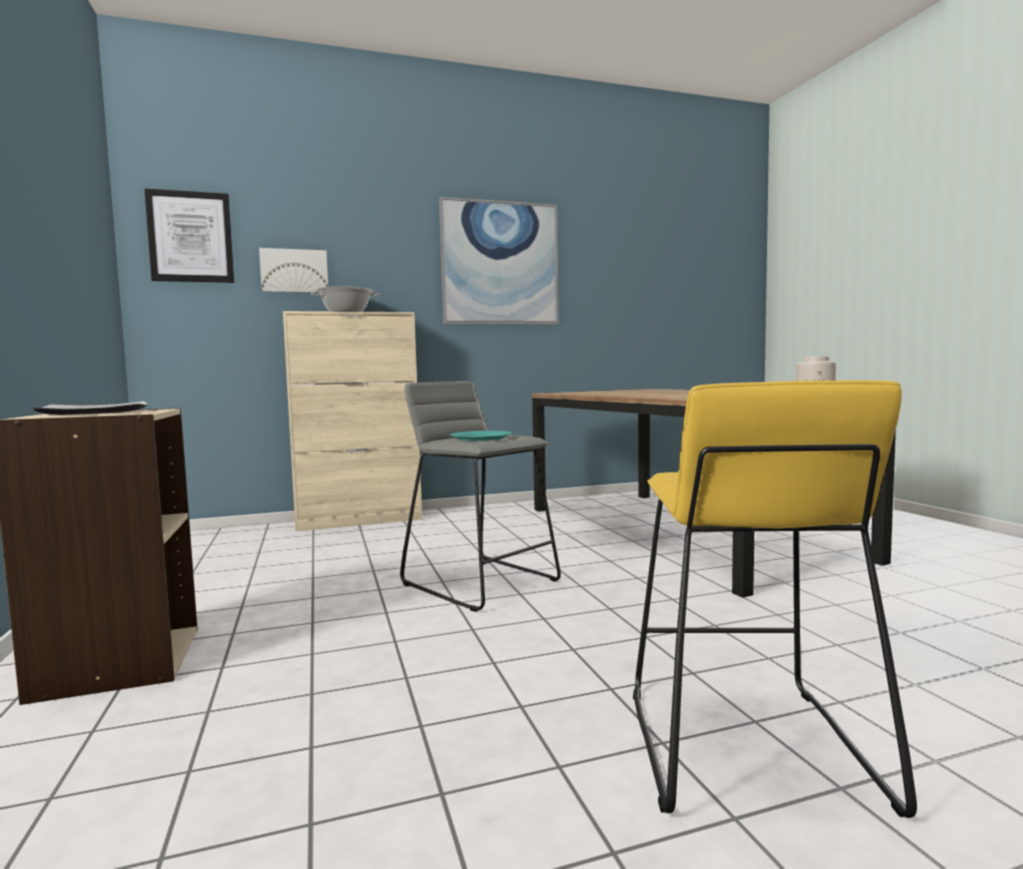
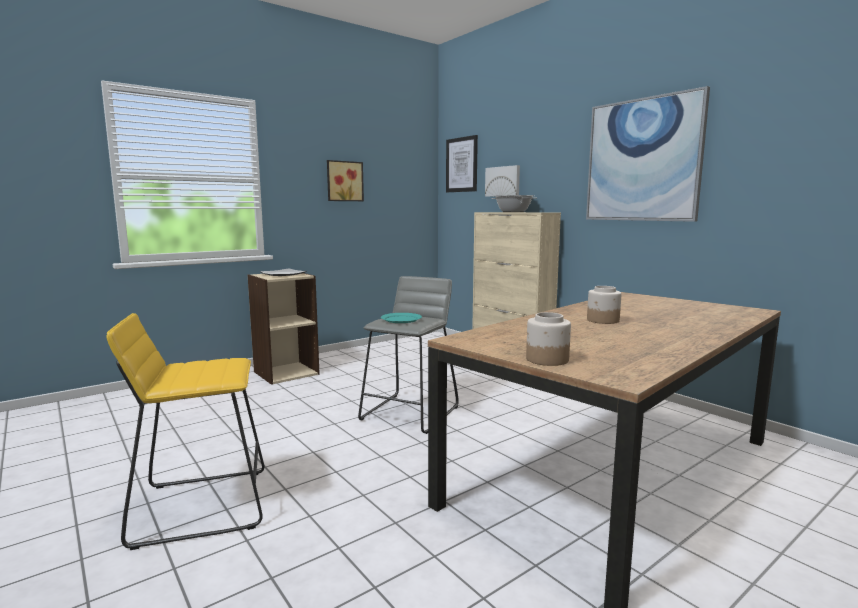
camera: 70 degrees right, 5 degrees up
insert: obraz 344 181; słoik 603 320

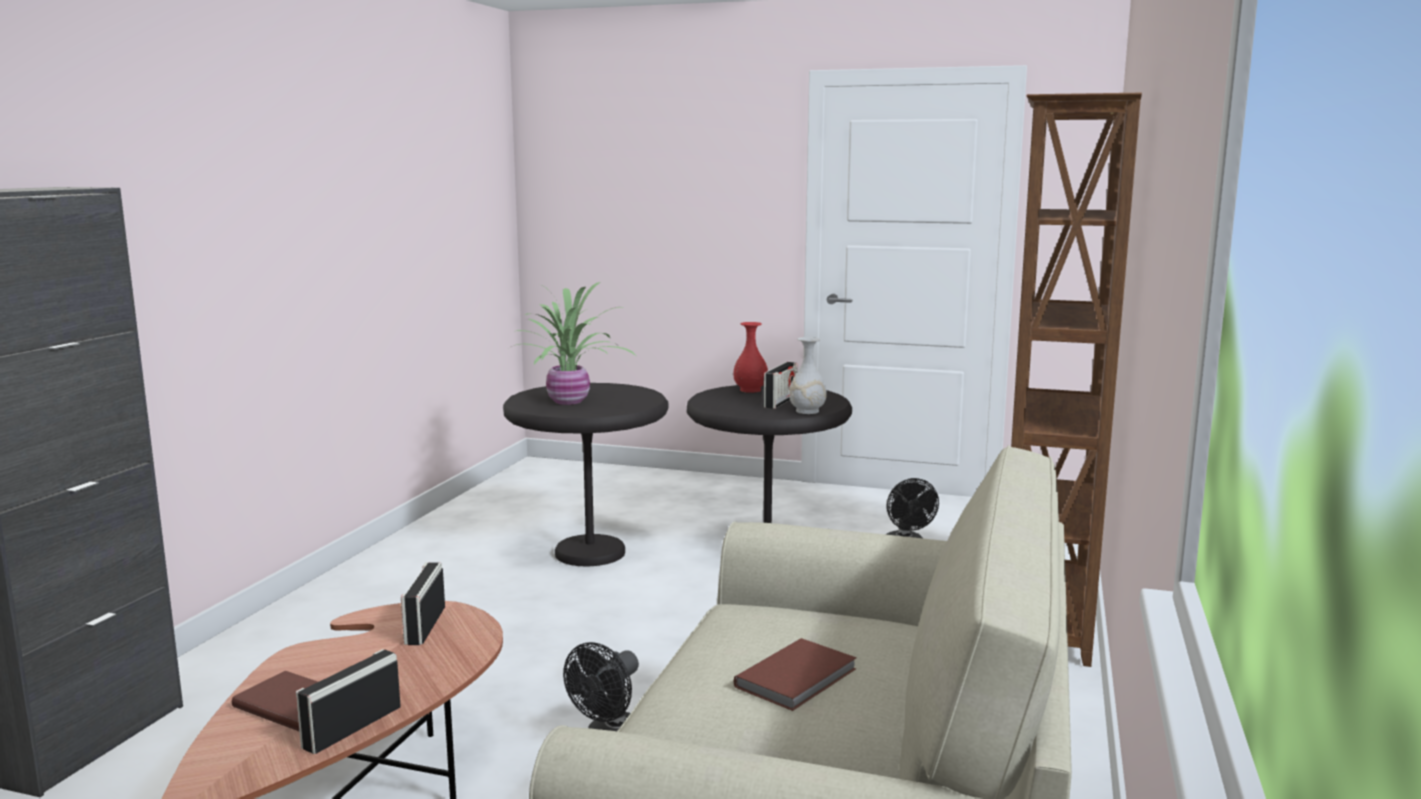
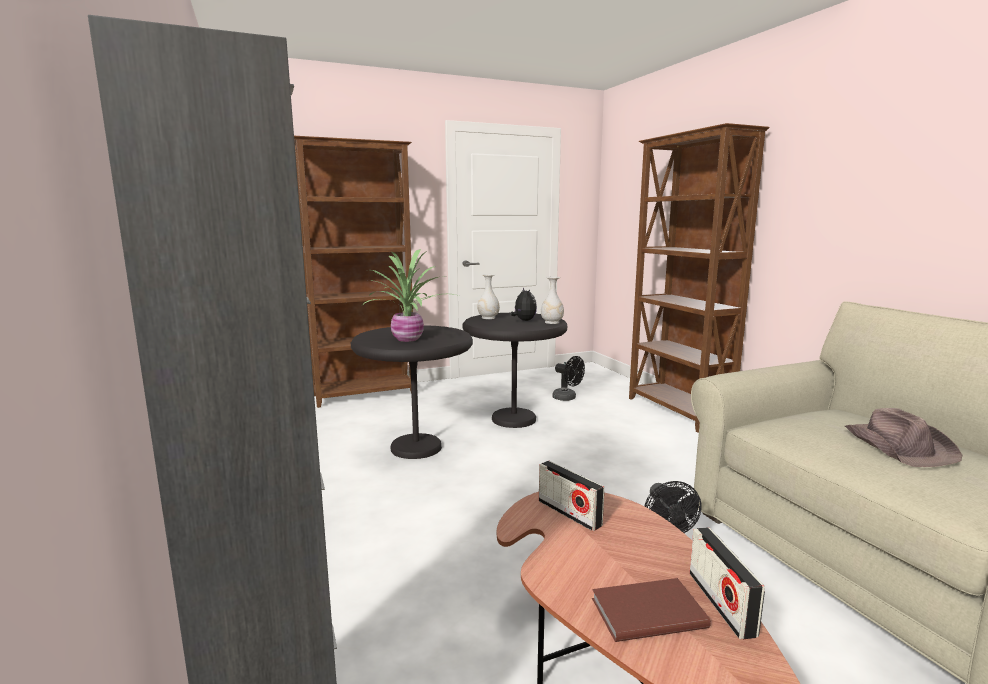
camera: 40 degrees left, 0 degrees up
insert: regał [brązowy] 365 395
replace: radio 780 402 to pluszak 523 320; książka [brązowy] 799 678 to kapelusz [brązowy] 898 446
recolor: wazon [czerwony] 750 390 to wazon [biały] 488 318

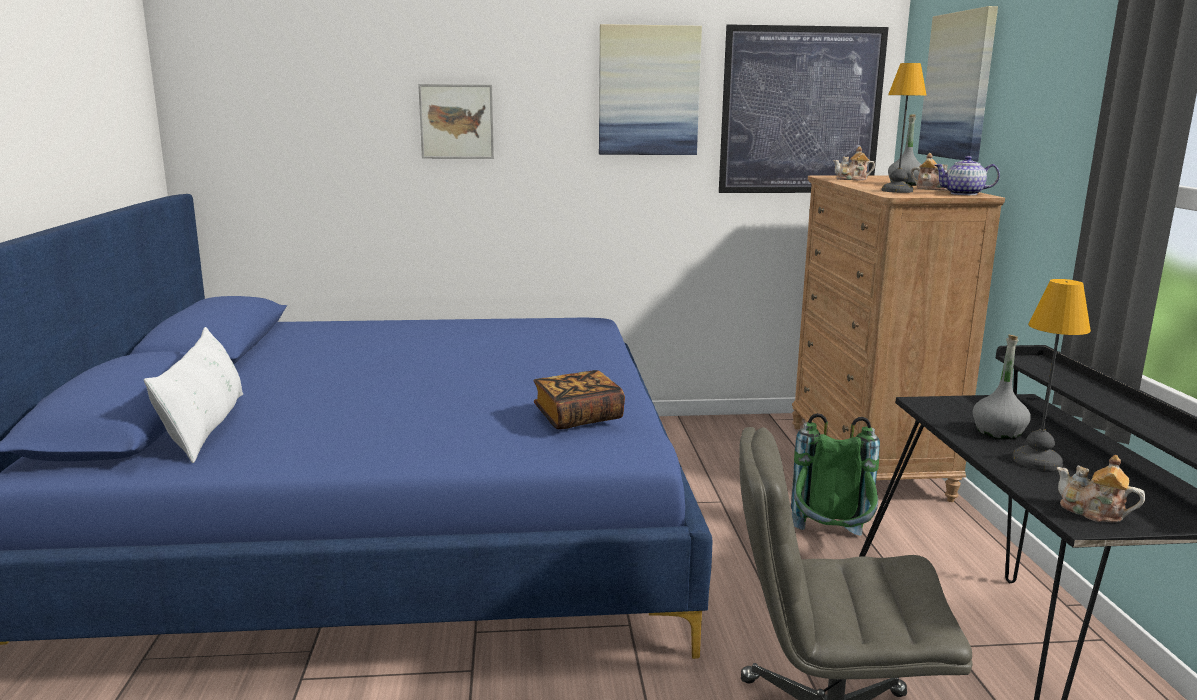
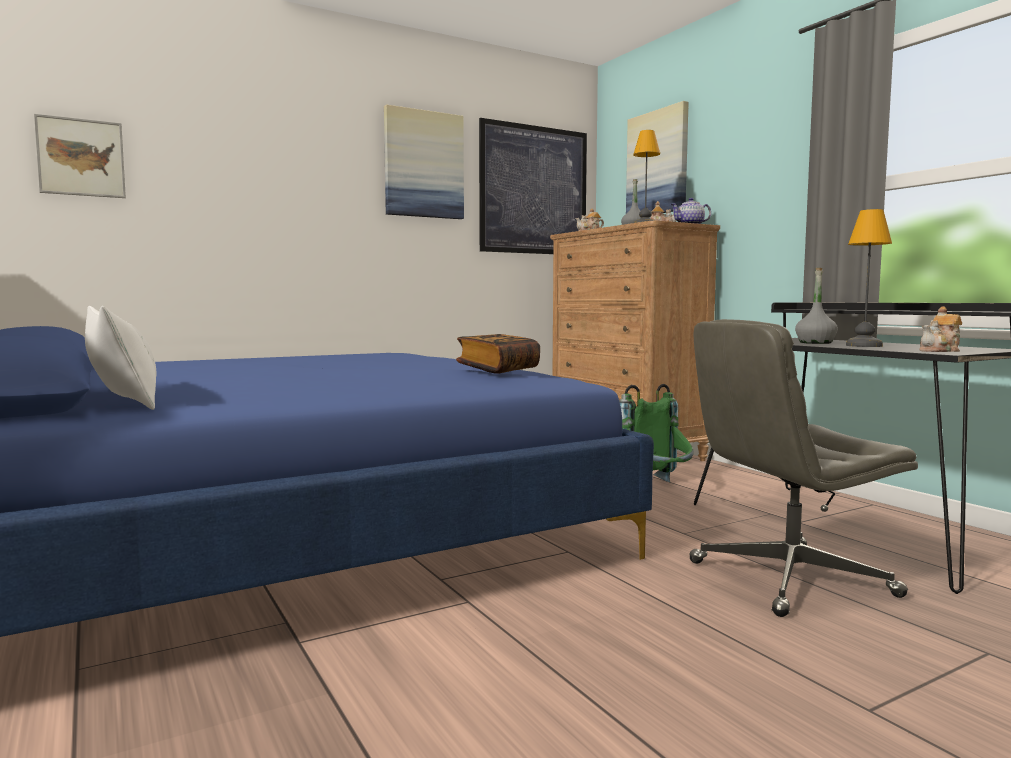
camera: 25 degrees left, 10 degrees down
move: obraz 456 121 to 81 157
rotate: imbryk 1093 512 = 940 351 45 degrees counterclockwise

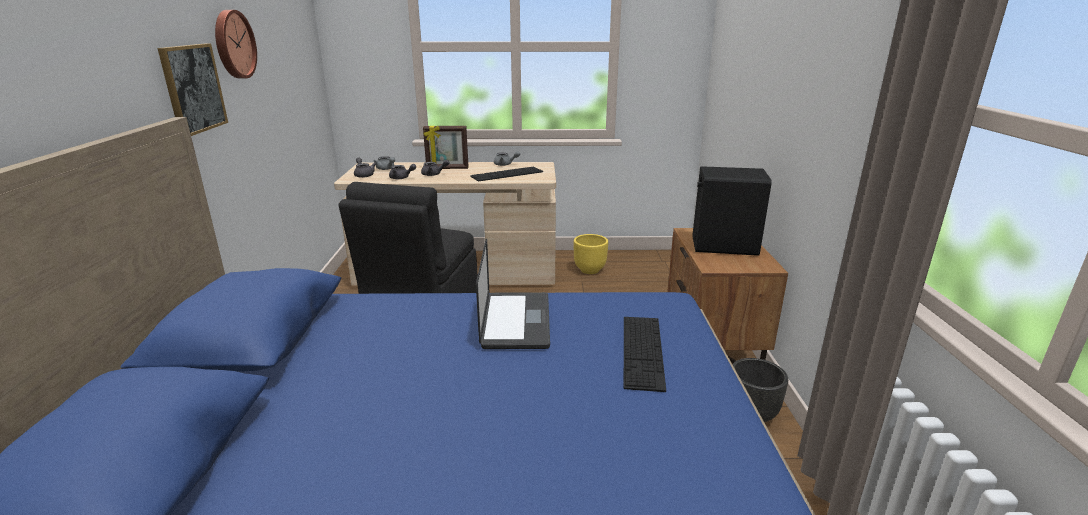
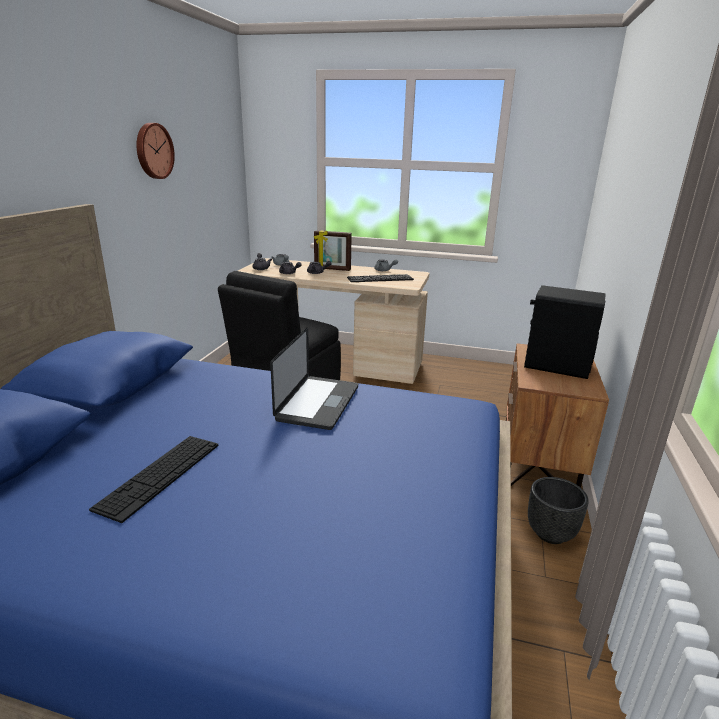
camera: 15 degrees right, 0 degrees up
delete: obraz 193 88; donica [żółty] 590 270
move: klawiatura 642 351 to 160 475

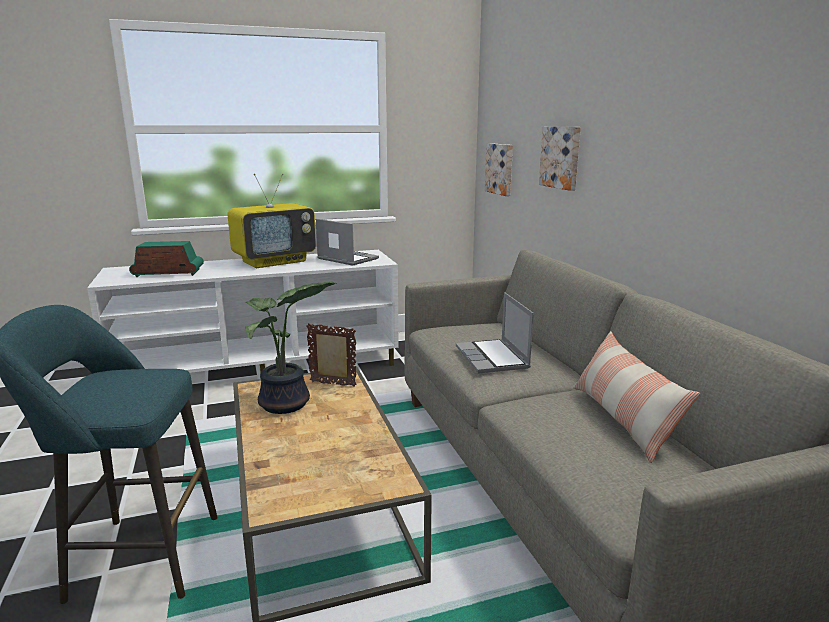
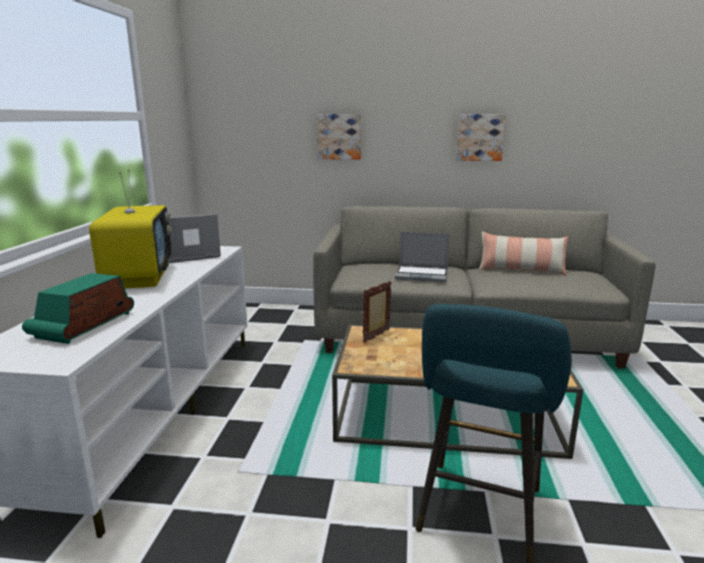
camera: 65 degrees left, 0 degrees up
delete: roślina doniczkowa 286 405
move: obraz 500 169 to 480 137

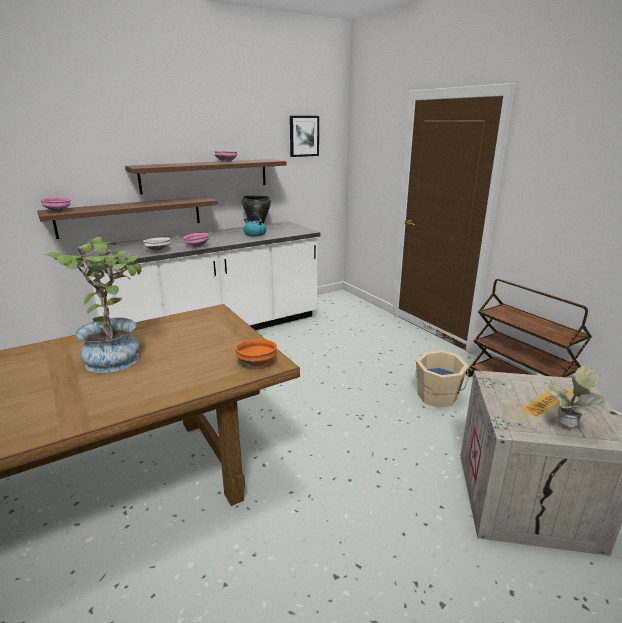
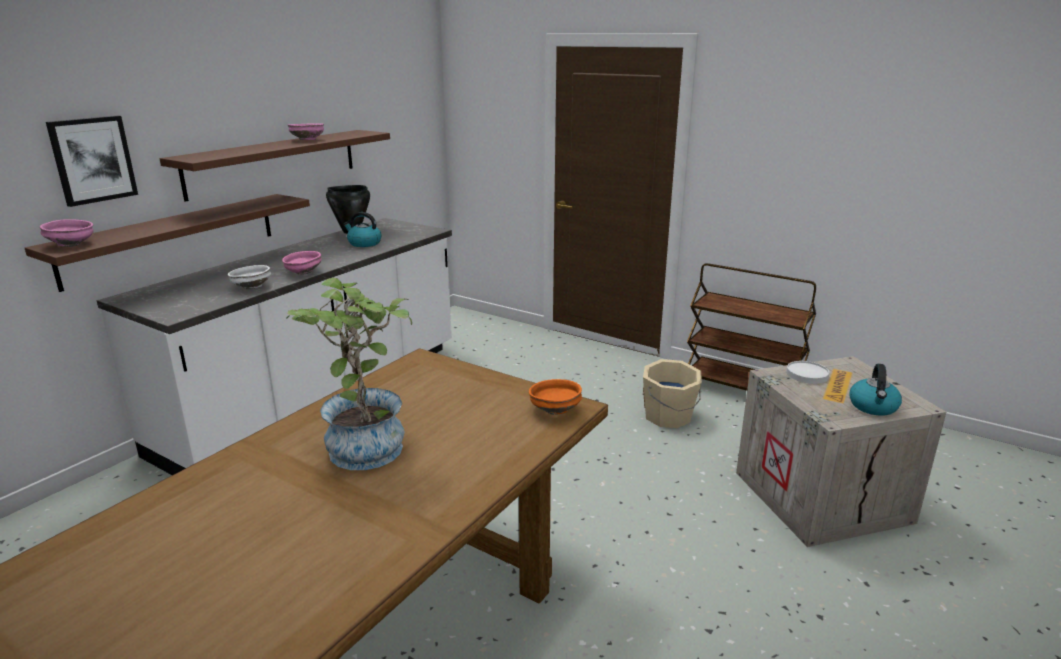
camera: 25 degrees left, 0 degrees up
insert: talerz [biały] 807 374
move: obraz 304 136 to 93 160
replace: roślina doniczkowa 565 428 to czajnik 873 407

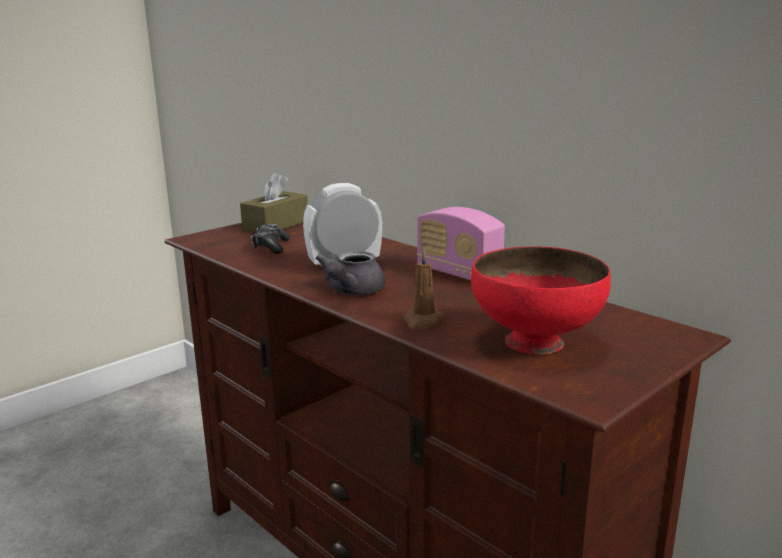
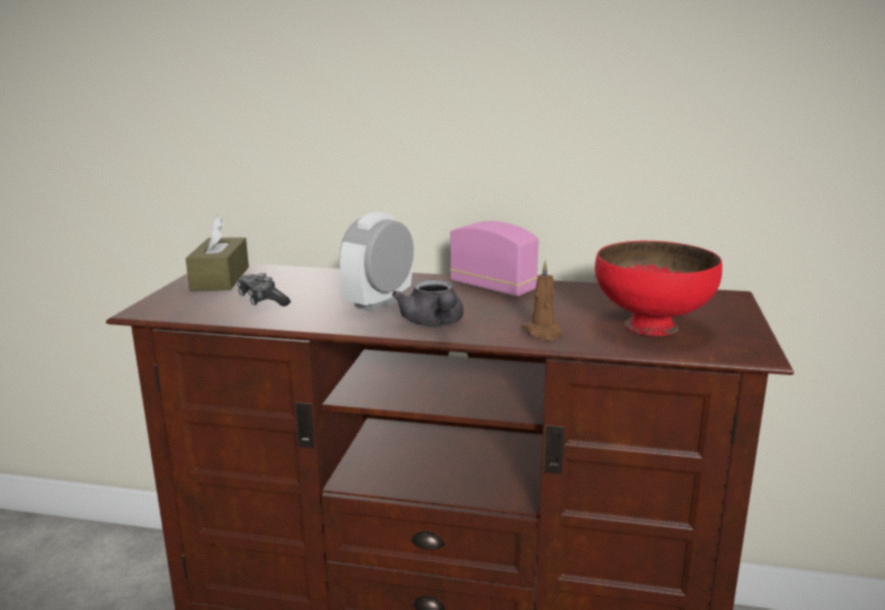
camera: 35 degrees left, 0 degrees up
rotate: radio 458 273 = 492 287 150 degrees counterclockwise

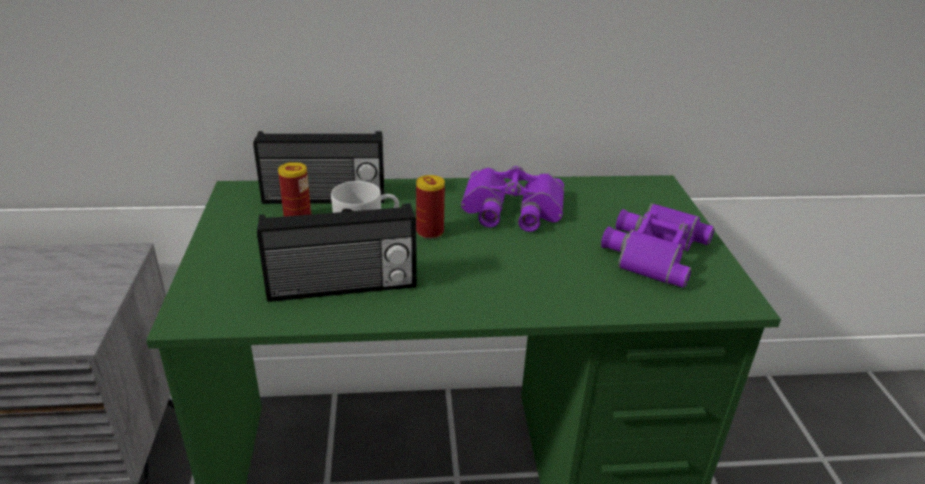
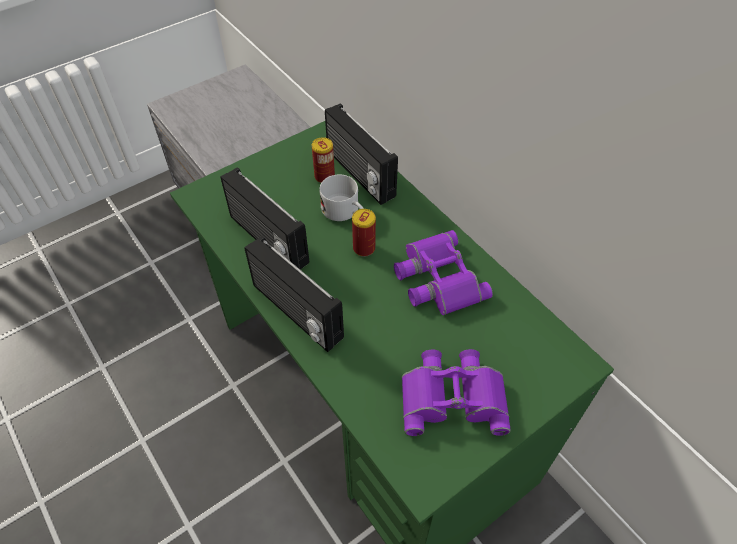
camera: 60 degrees right, 20 degrees up
insert: radio 295 312

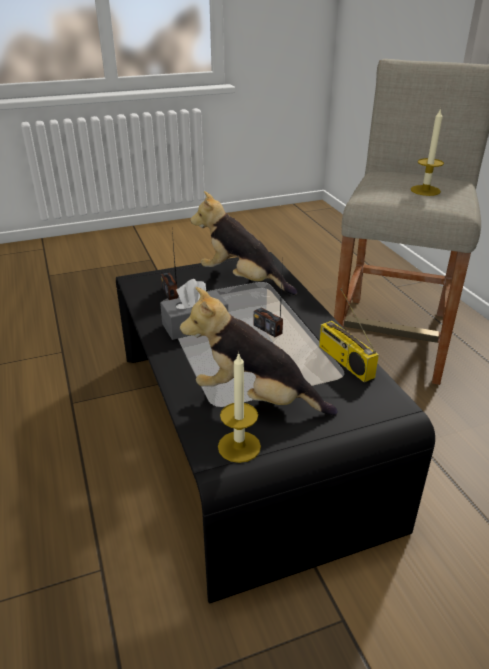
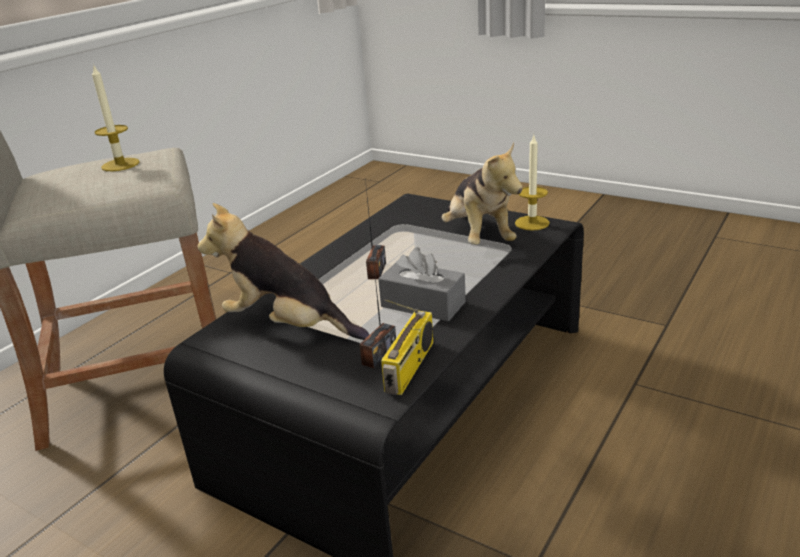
camera: 125 degrees left, 5 degrees down
move: radio 343 361 to 410 367
rotate: pluszak 242 280 = 288 326 120 degrees clockwise

